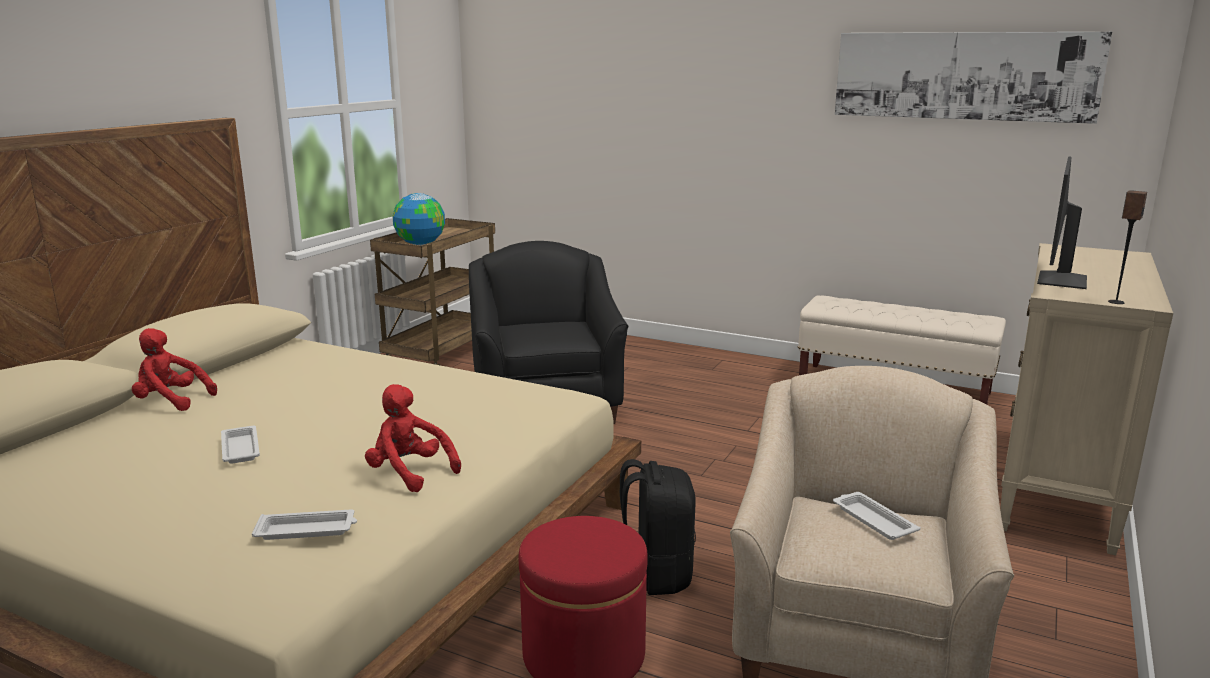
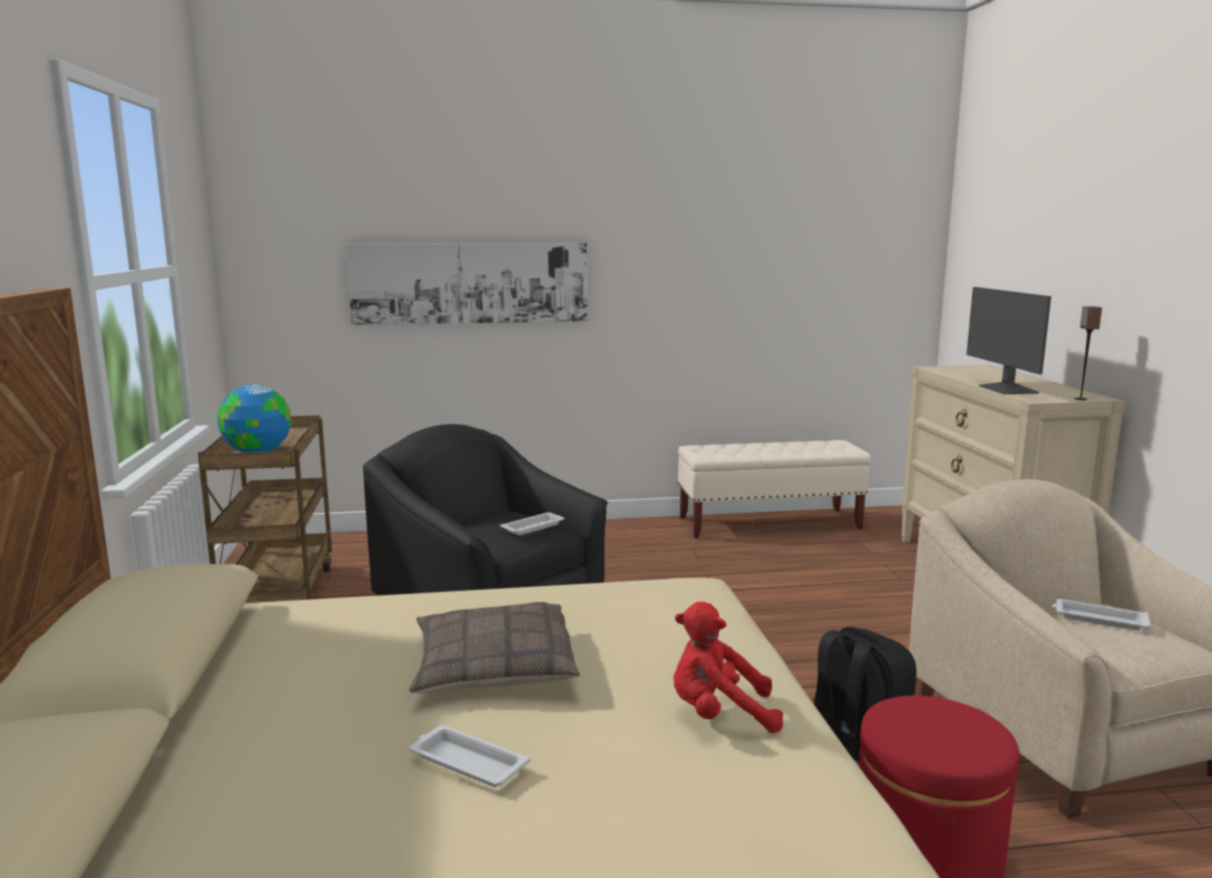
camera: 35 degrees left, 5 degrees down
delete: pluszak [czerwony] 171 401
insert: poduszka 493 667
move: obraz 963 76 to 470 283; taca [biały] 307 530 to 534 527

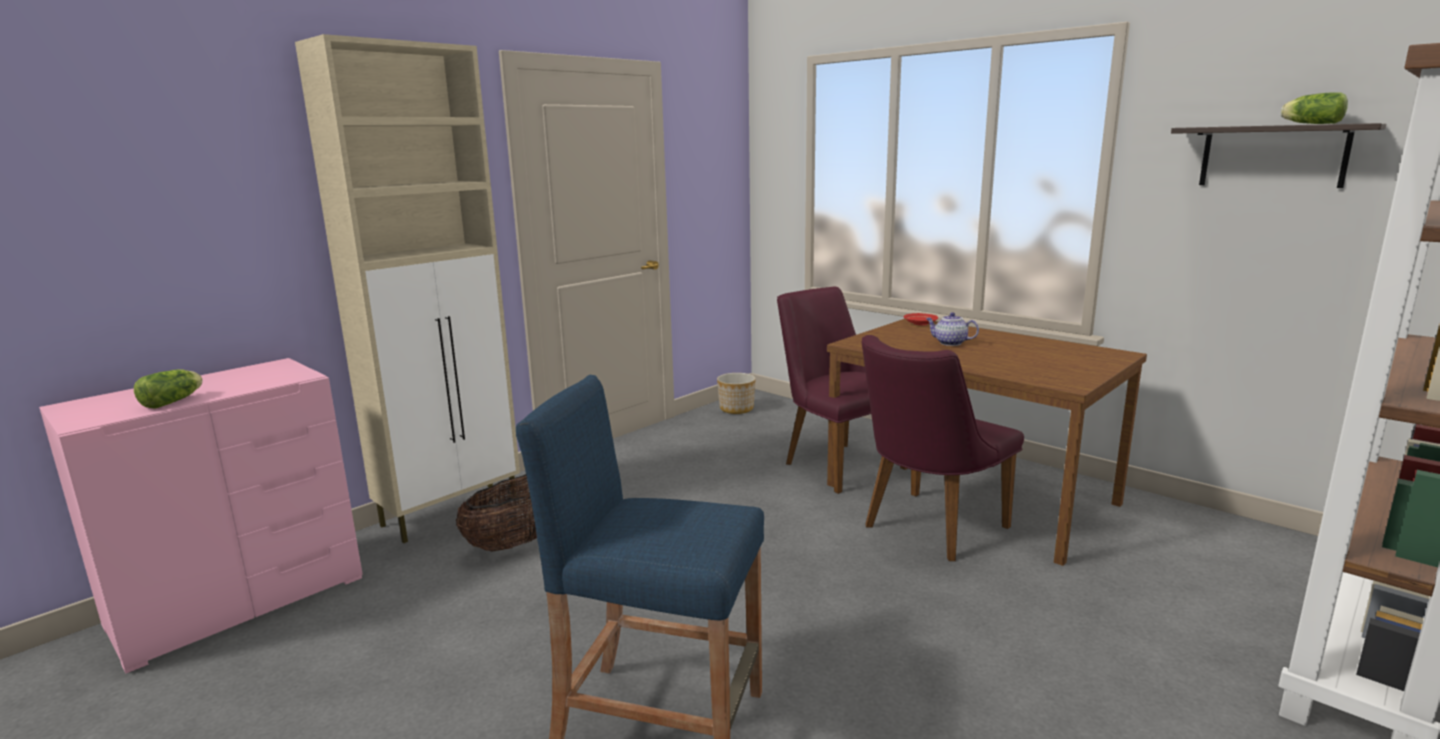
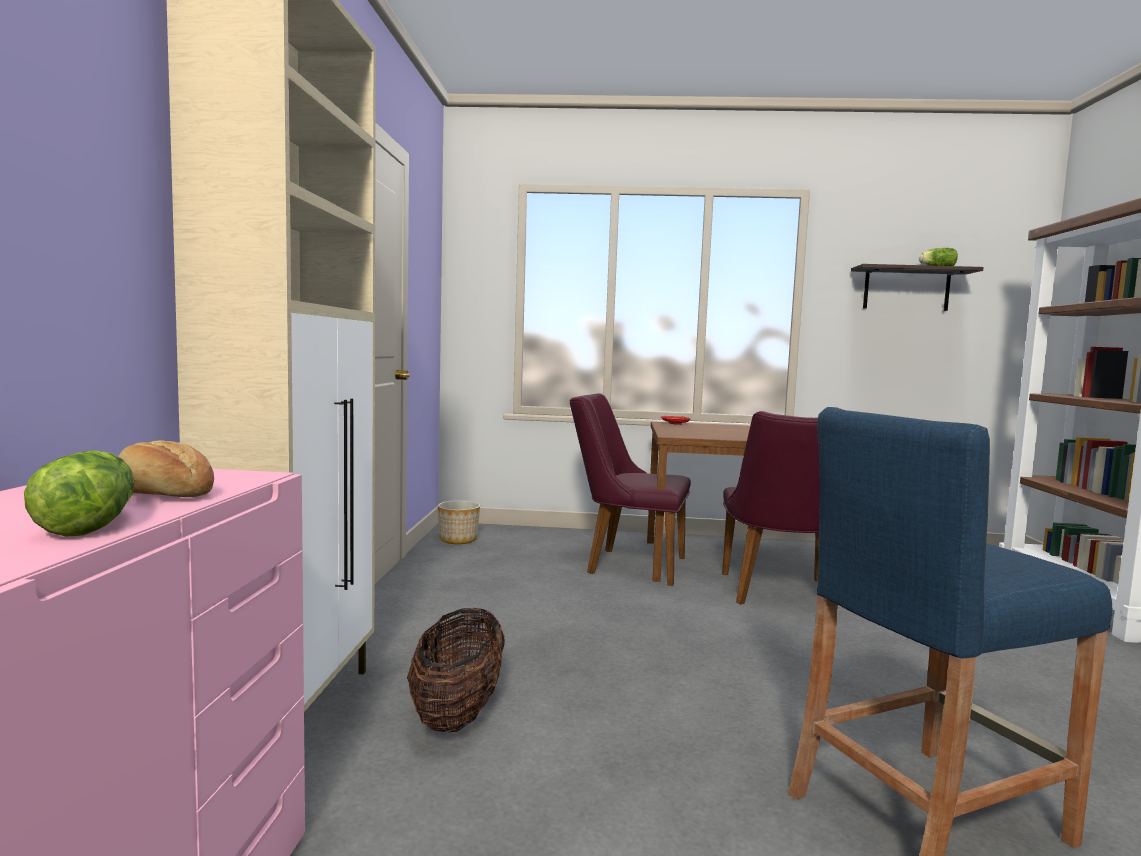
camera: 40 degrees left, 10 degrees down
delete: imbryk 949 343
insert: chleb 163 496

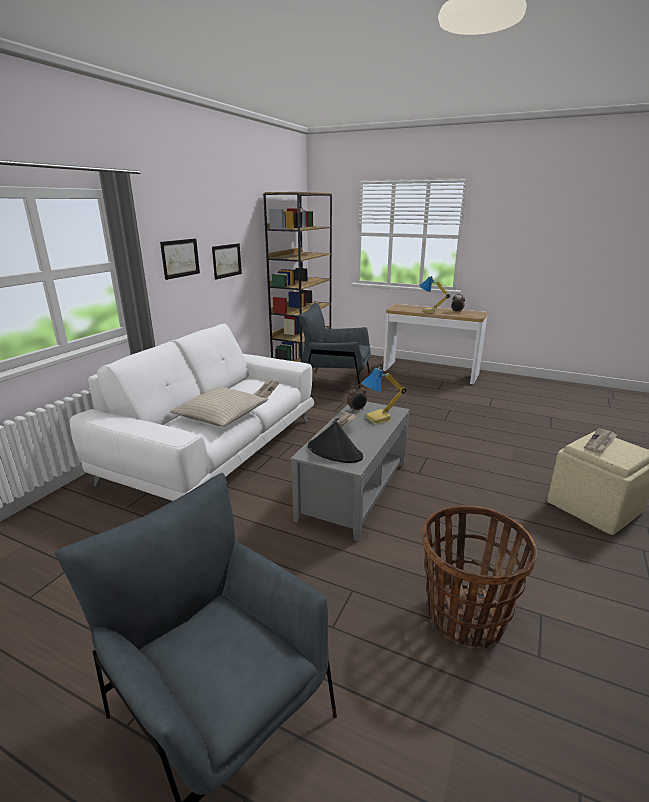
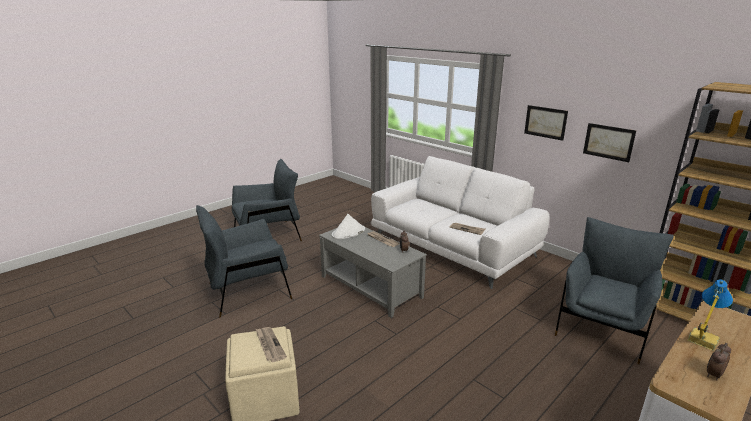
camera: 110 degrees right, 0 degrees up
delete: poduszka [beżowy] 221 415; lampa stołowa 378 419
replace: koszyk 465 617 to fotel [szary] 248 291
recolor: kapelusz [czarny] 335 452 to kapelusz [biały] 348 232

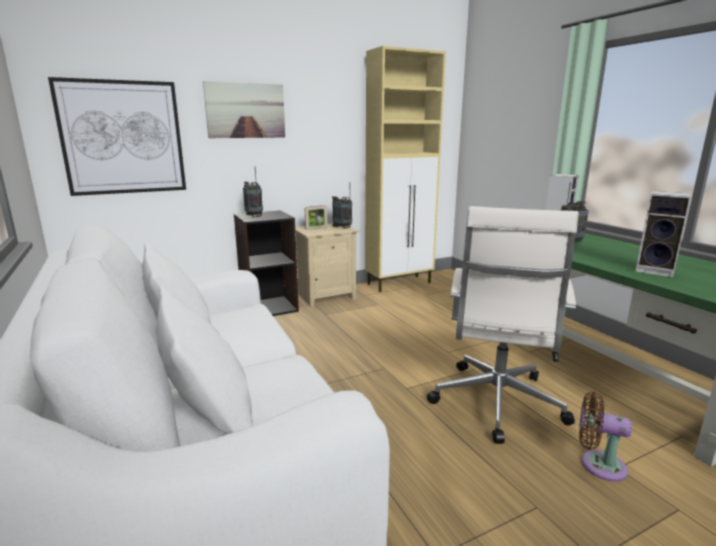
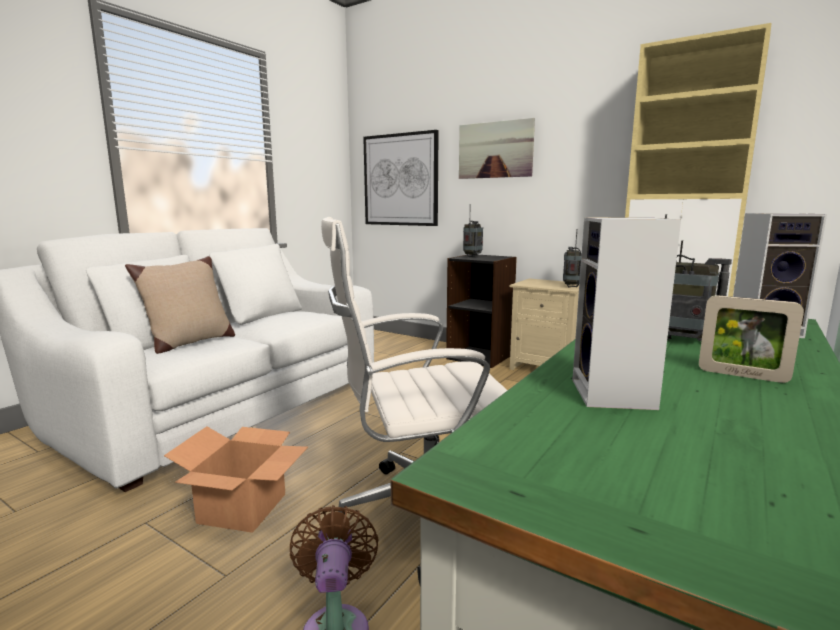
camera: 60 degrees right, 5 degrees down
insert: poduszka [beżowy] 189 343; karton 242 507
move: ramka na zdjęcie 316 229 to 742 375

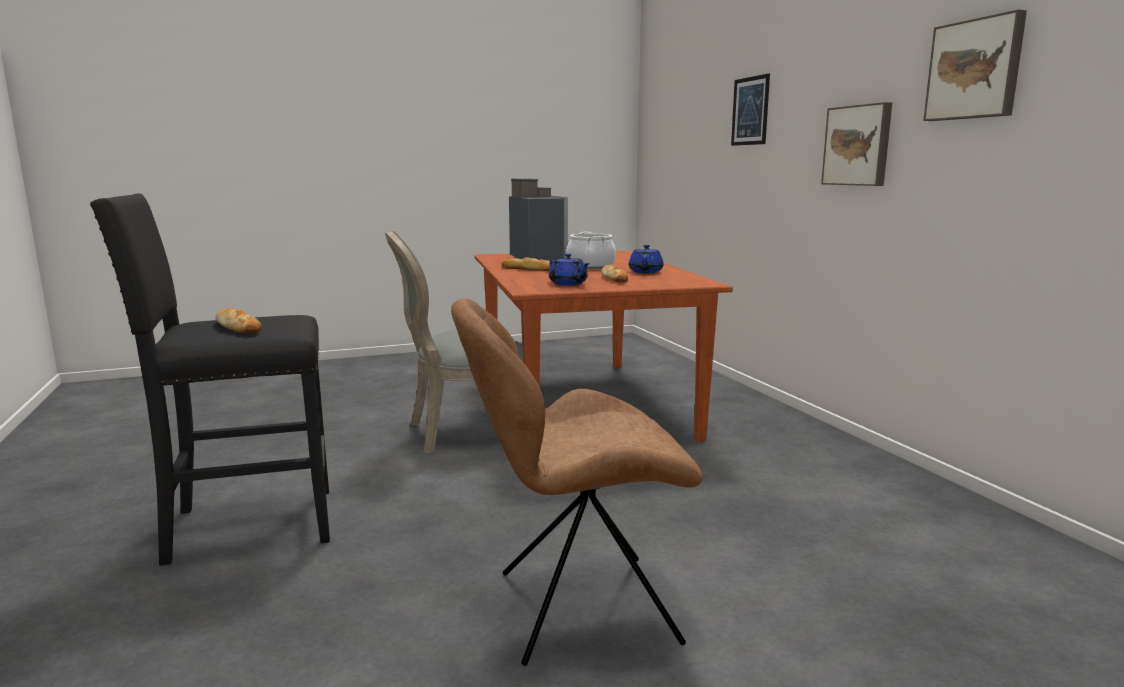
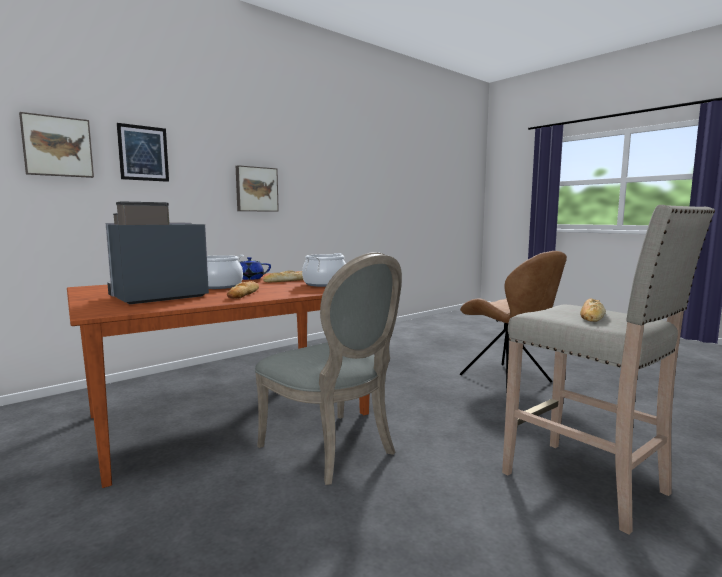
camera: 110 degrees left, 5 degrees down
move: obraz 975 69 to 57 146
replace: imbryk [niebieski] 568 284 to garnek 325 284
recolor: stołek [czarny] 248 525 to stołek [beżowy] 587 484

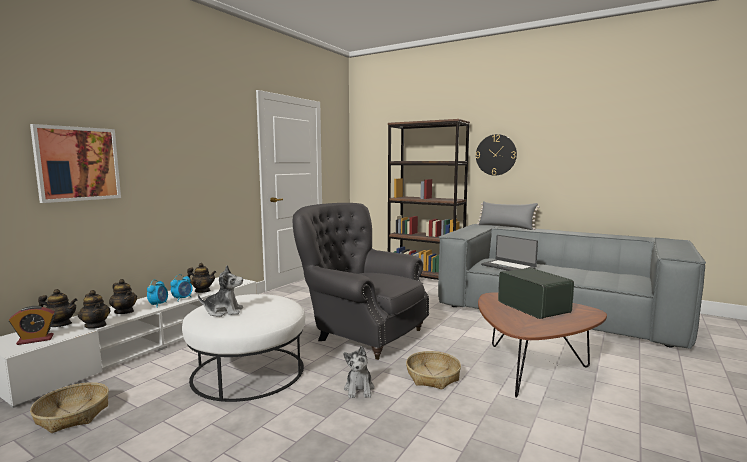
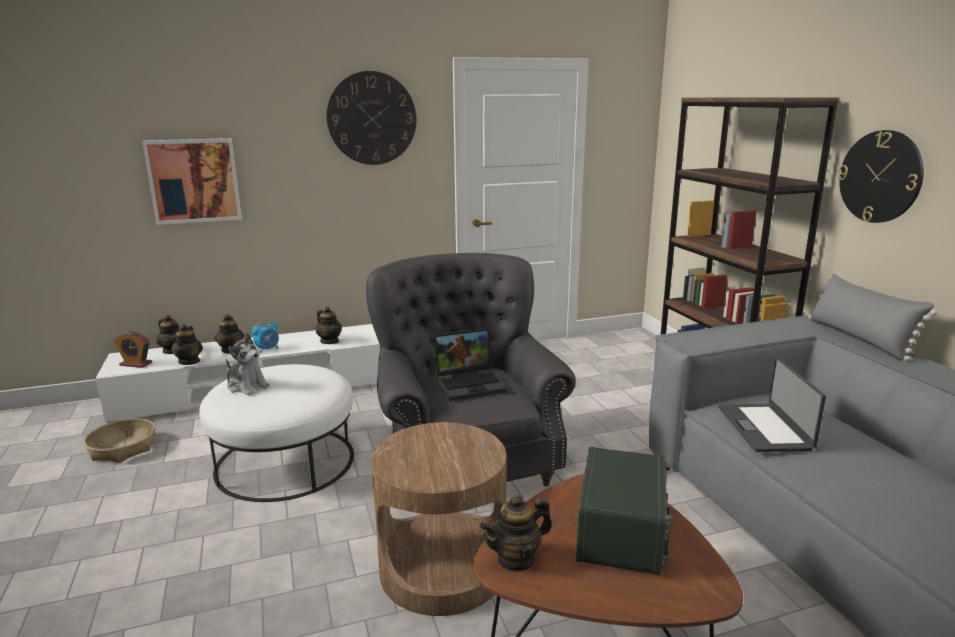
camera: 40 degrees right, 10 degrees up
delete: budzik 182 299; pluszak 359 389
insert: zegar ścienny 372 118; laptop 470 383; imbryk 516 559
replace: koszyk 432 376 to stolik [brązowy] 443 568

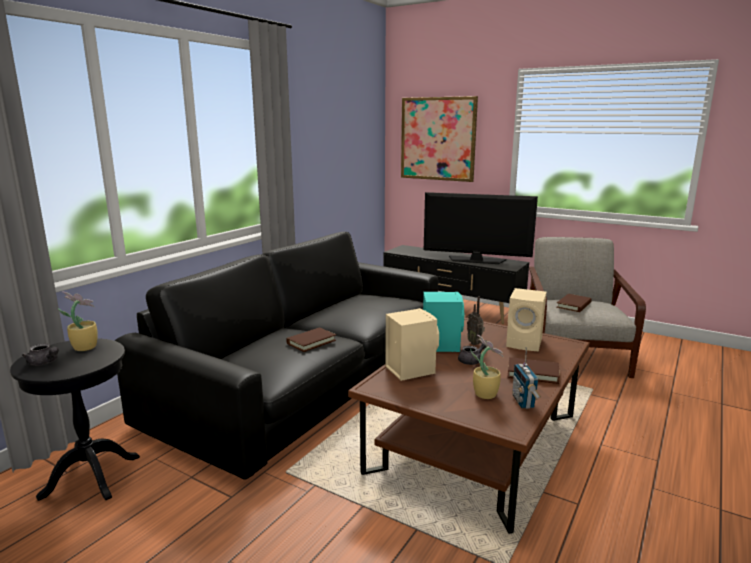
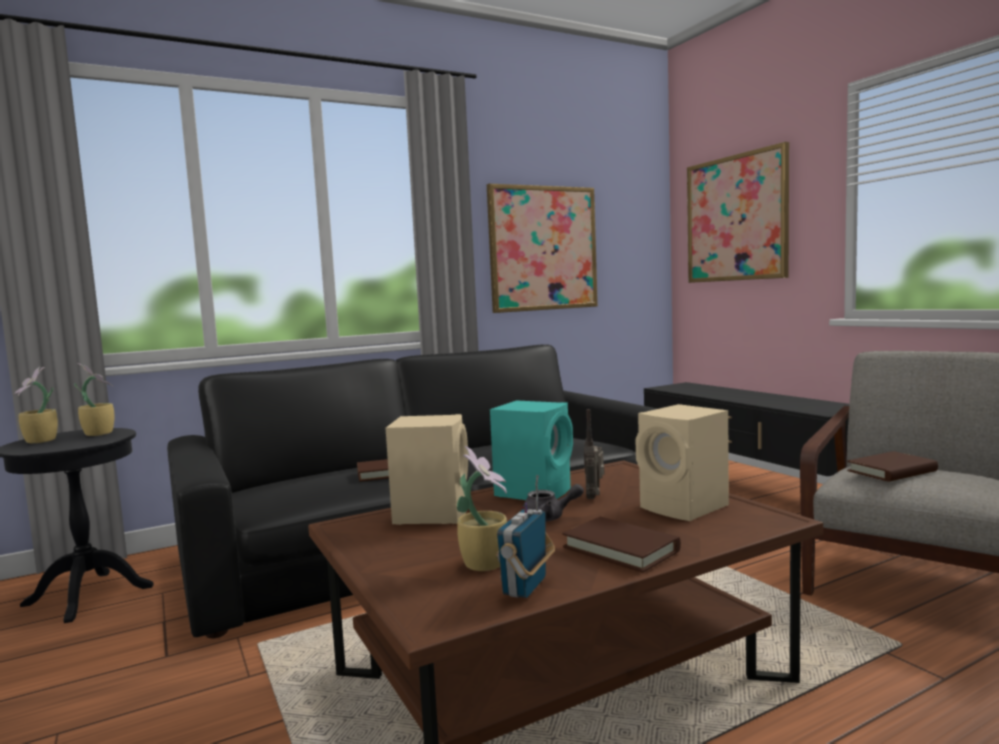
camera: 30 degrees right, 10 degrees down
delete: telewizor 476 260
insert: obraz 543 248
replace: imbryk [szary] 44 363 to roślina doniczkowa 40 441

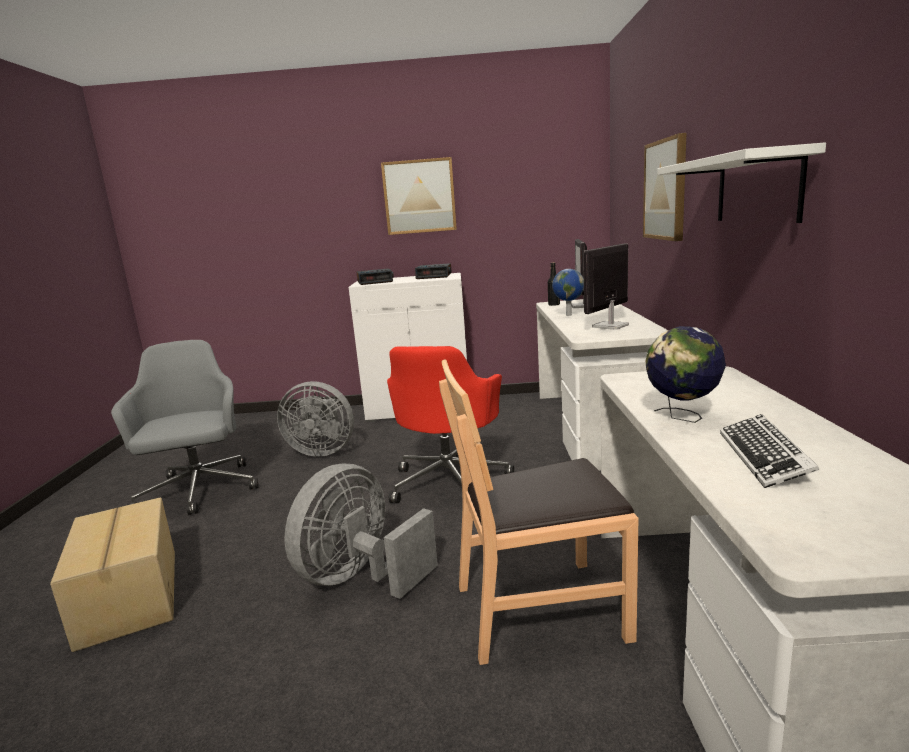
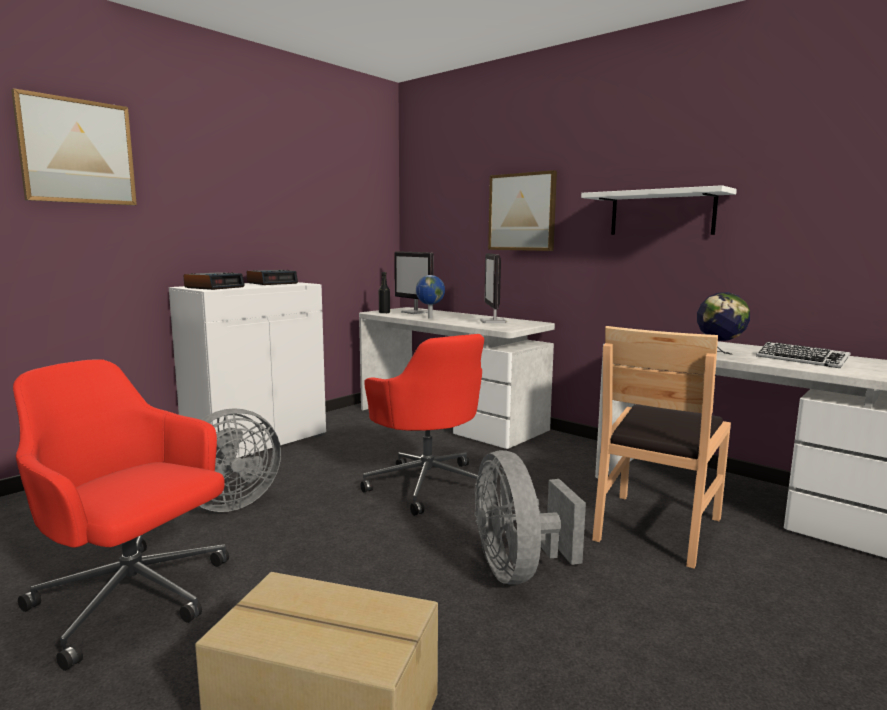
camera: 50 degrees left, 5 degrees down
move: obraz 419 196 to 77 152
recolor: krzesło biurowe [szary] 198 491 to krzesło biurowe [czerwony] 134 599

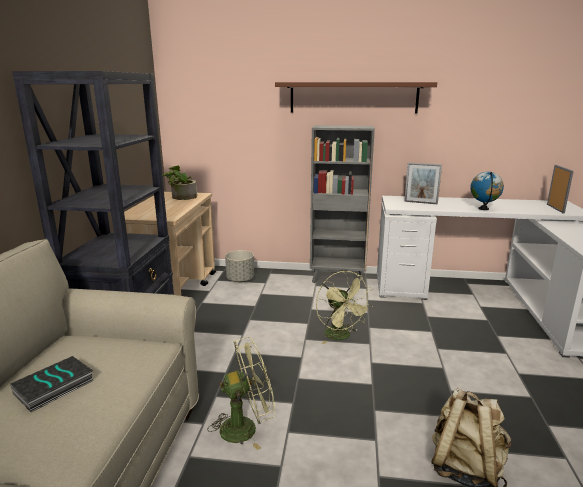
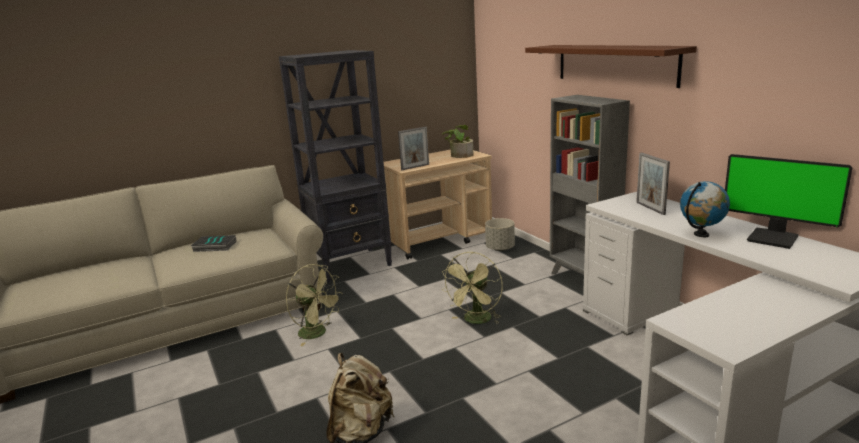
camera: 55 degrees right, 0 degrees up
insert: monitor 774 238
move: ramka na zdjęcie 555 208 to 415 167

